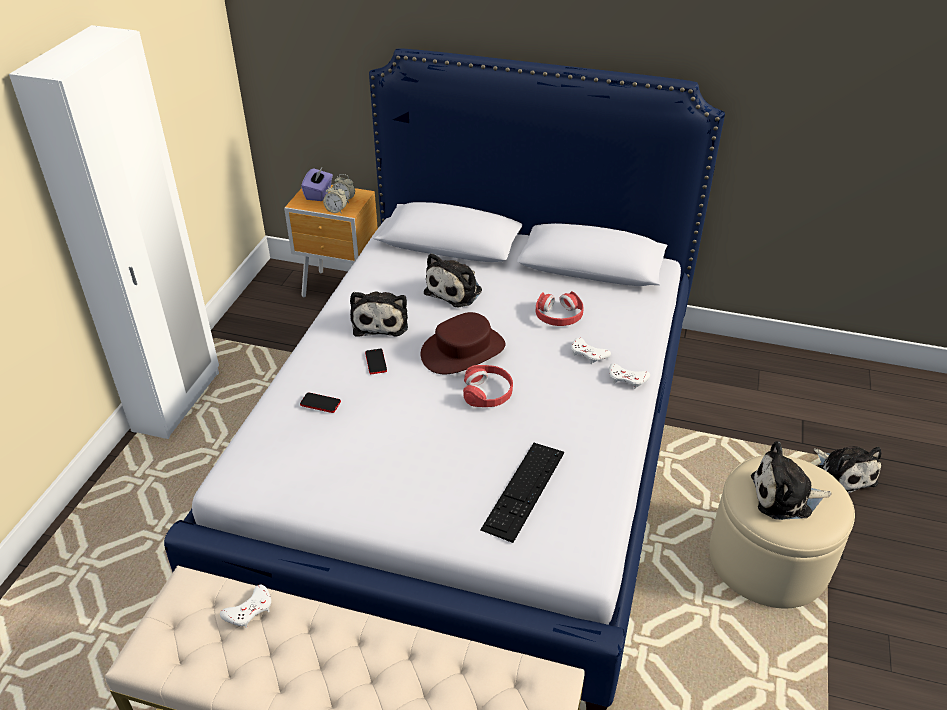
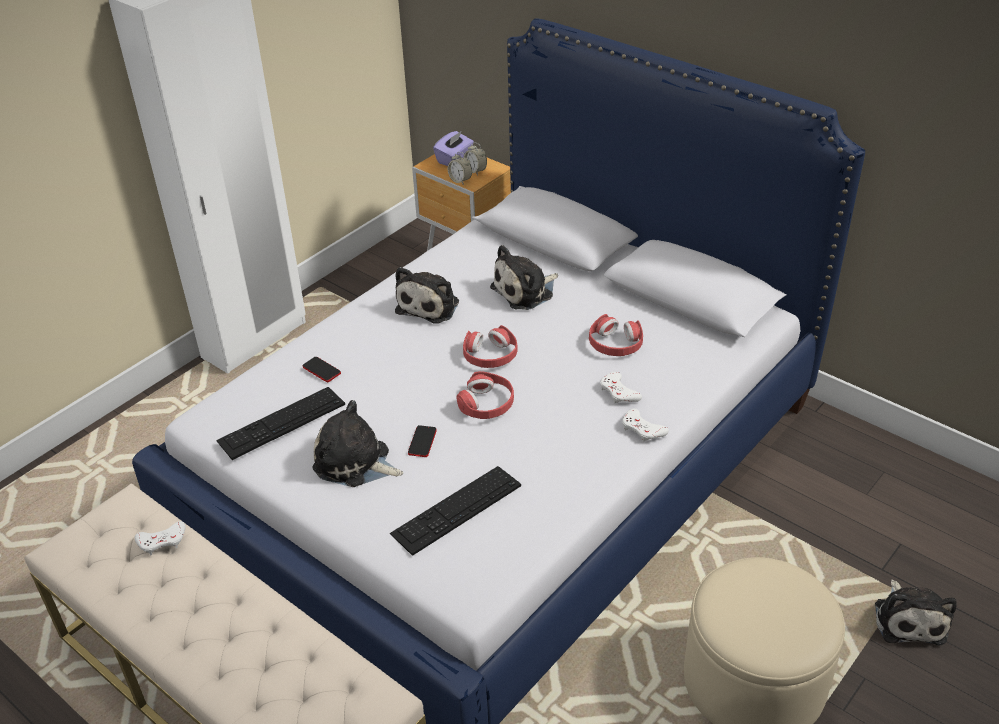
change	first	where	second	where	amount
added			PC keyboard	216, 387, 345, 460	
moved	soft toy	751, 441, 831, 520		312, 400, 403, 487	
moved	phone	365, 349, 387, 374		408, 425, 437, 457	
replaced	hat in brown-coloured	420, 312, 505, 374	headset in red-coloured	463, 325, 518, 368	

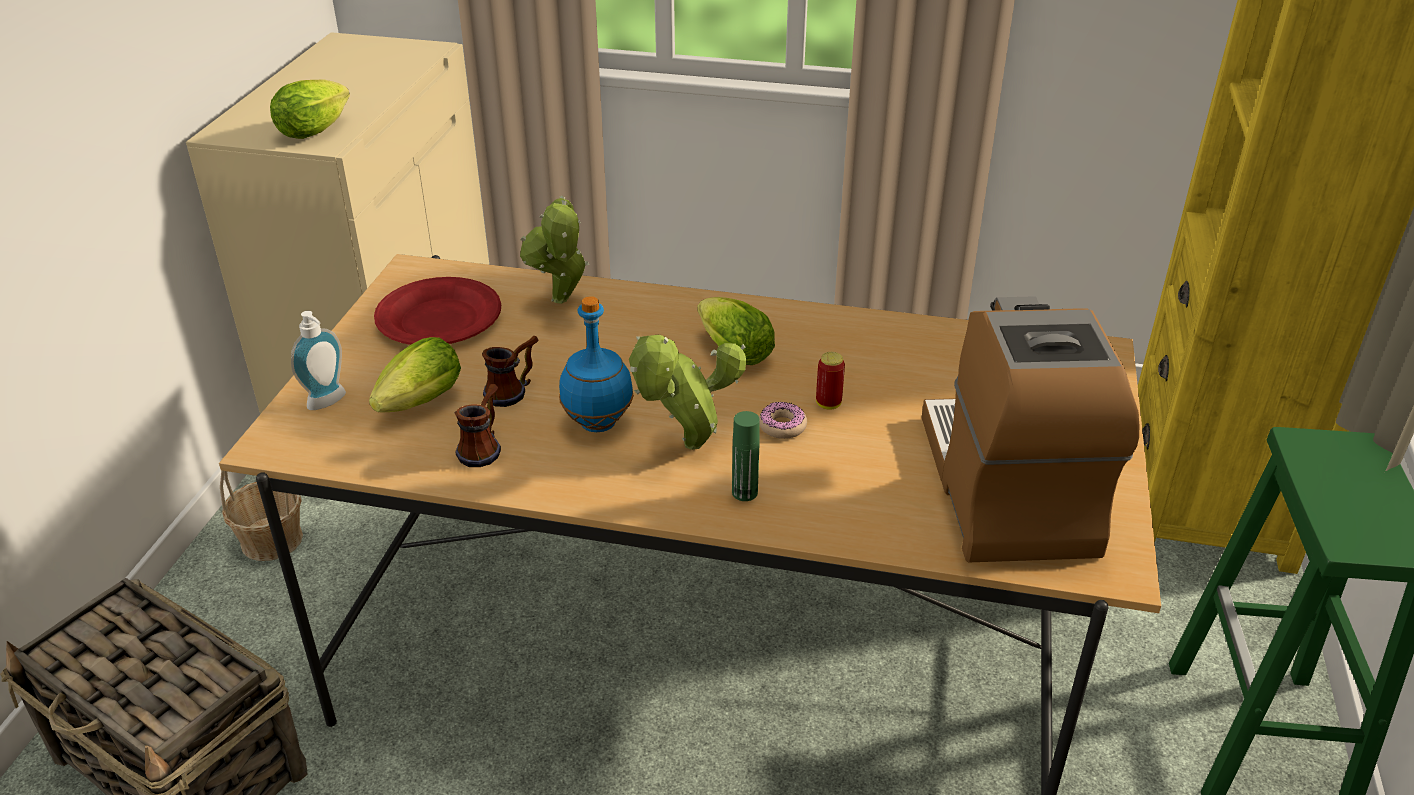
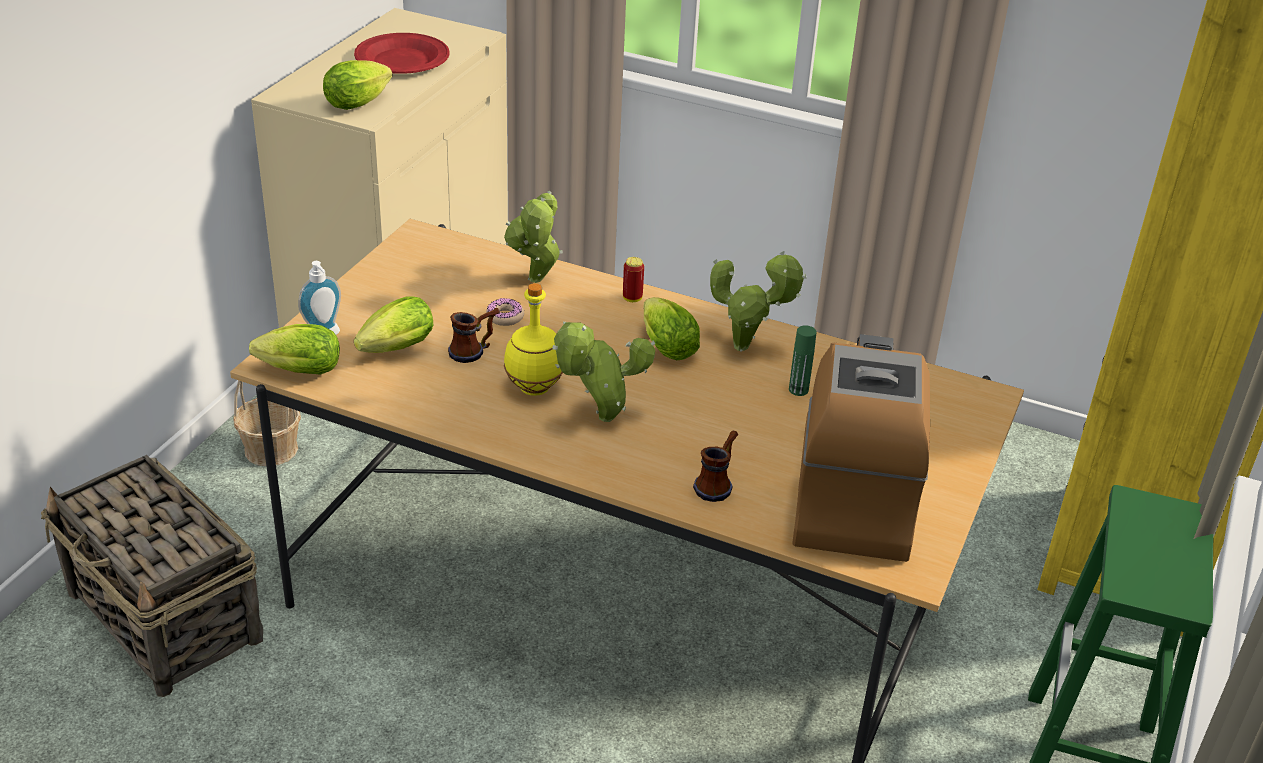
change	first	where	second	where	amount
added			head of lettuce	249, 324, 340, 374	
moved	dinner plate in red-coloured	374, 277, 501, 345		354, 33, 449, 74	
moved	ring doughnut	759, 402, 807, 439		486, 298, 524, 326	
recoloured	beverage bottle in bluish	559, 296, 634, 432	beverage bottle in yellowish	504, 283, 563, 396	
moved	can	816, 352, 845, 410		623, 257, 644, 302	
moved	tea mug	454, 384, 501, 467		693, 431, 738, 502	
added			potted plant	710, 251, 806, 352	
moved	beverage bottle in greenish	732, 411, 760, 501		789, 325, 816, 396	

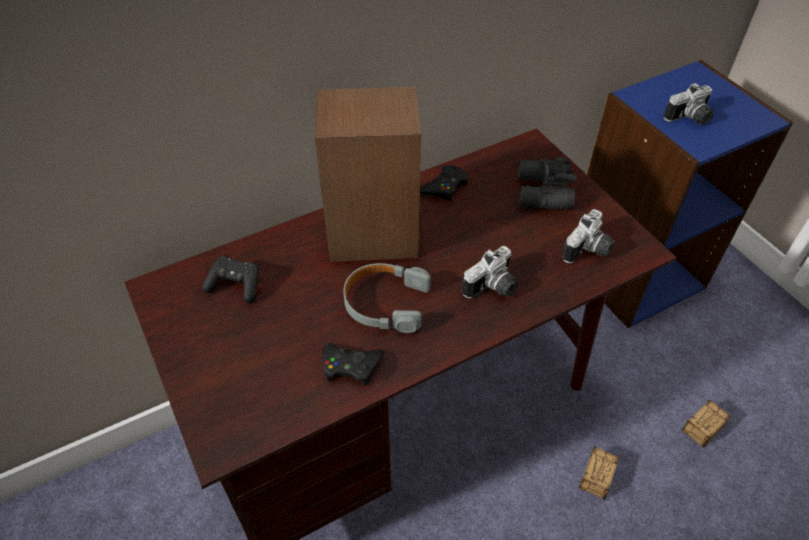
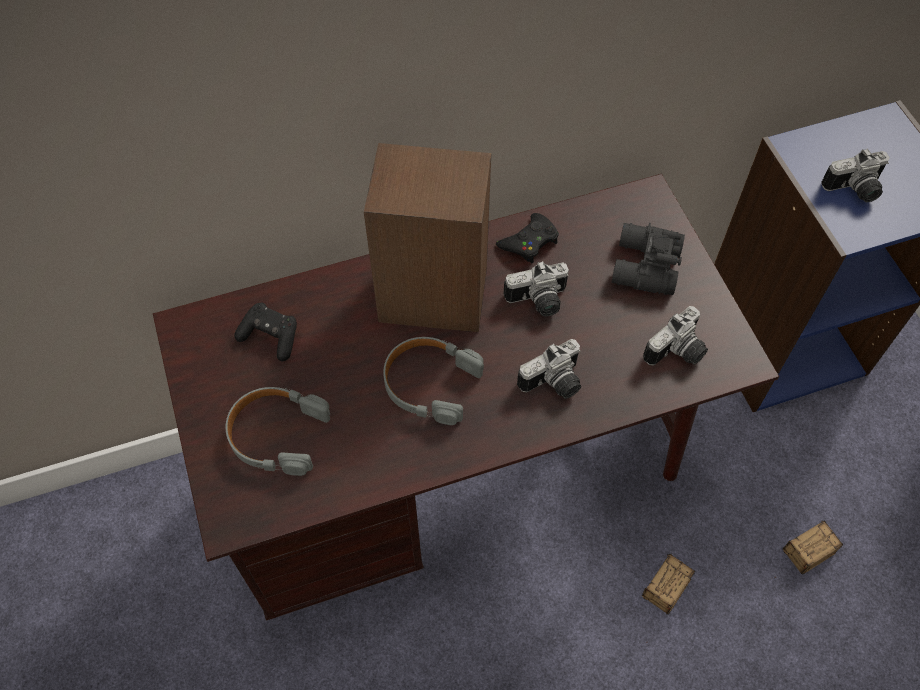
change	first	where	second	where	amount
added			headset in gray	226, 387, 330, 476	
added			still camera	503, 261, 569, 316	
removed	gamepad in black	322, 343, 384, 387			

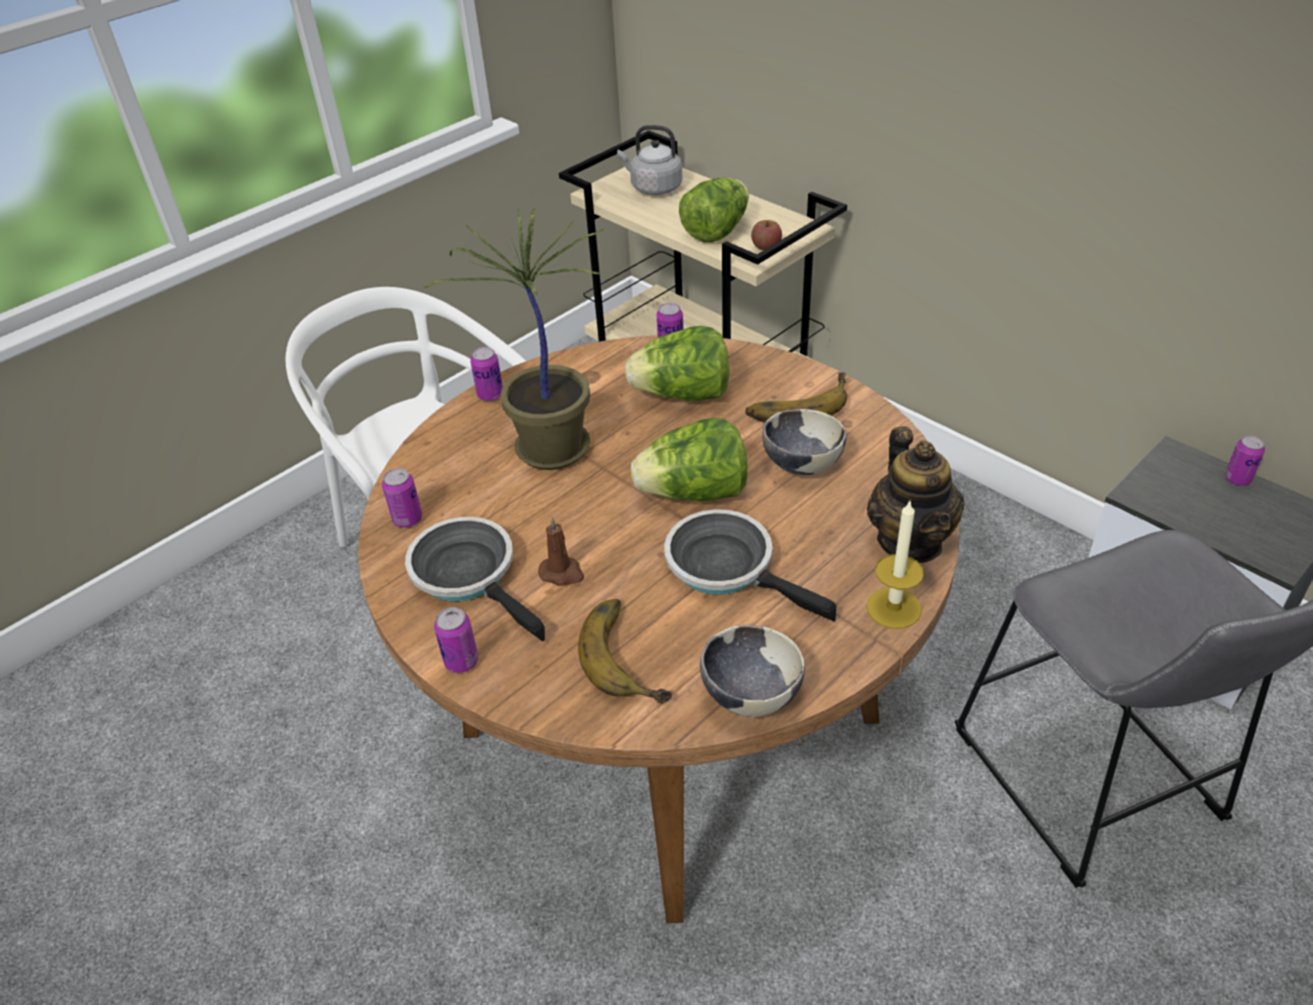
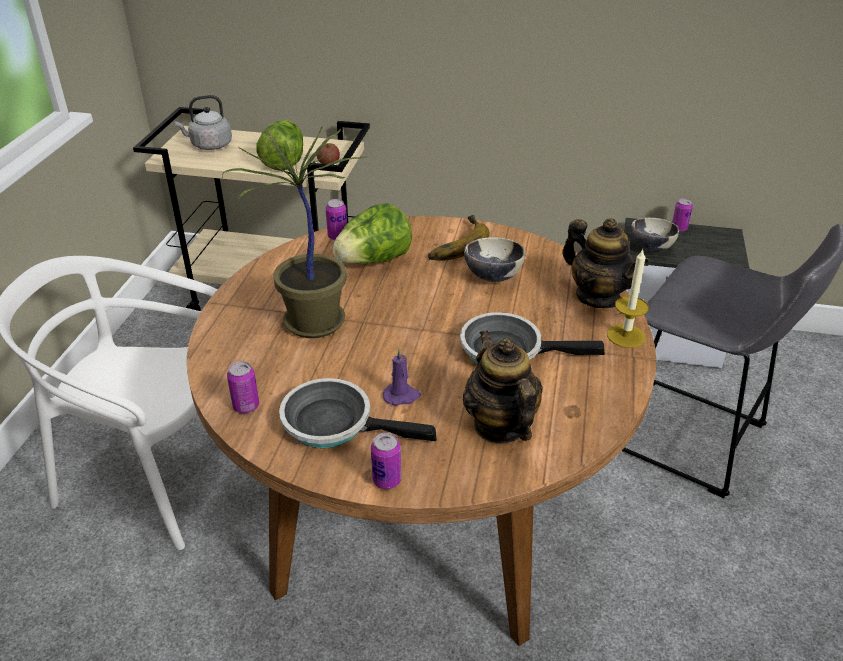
change	first	where	second	where	amount
recoloured	wax candle in brown-coloured	538, 517, 584, 586	wax candle in purplish	383, 348, 421, 406	
replaced	whole banana	578, 599, 672, 703	tea pot	463, 330, 543, 444	
moved	bowl	700, 625, 805, 717		631, 217, 679, 252	
removed	can	470, 347, 503, 401			
removed	head of lettuce	631, 418, 748, 502			

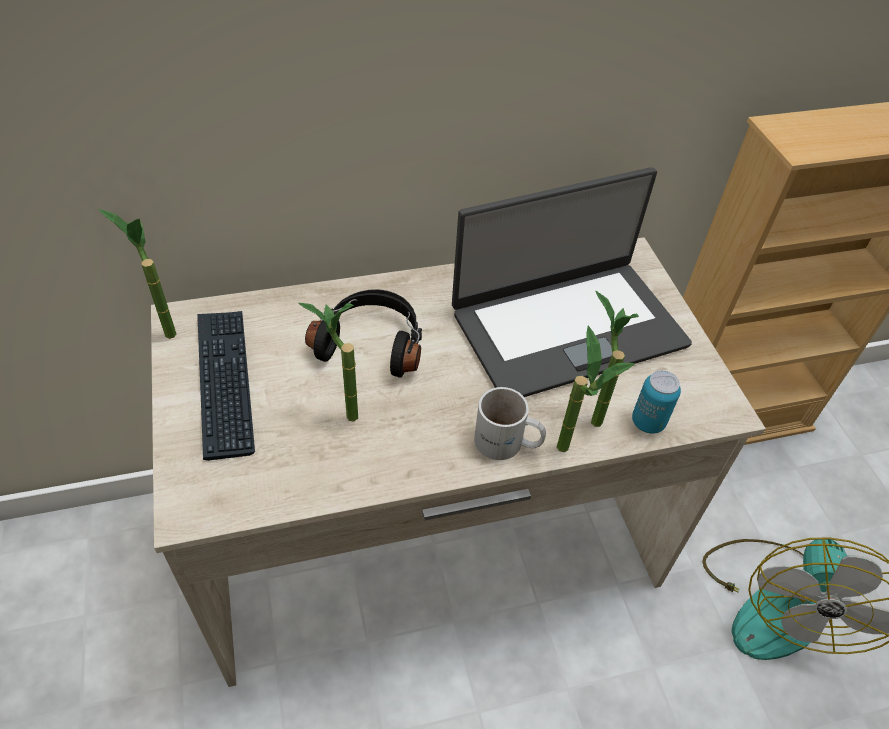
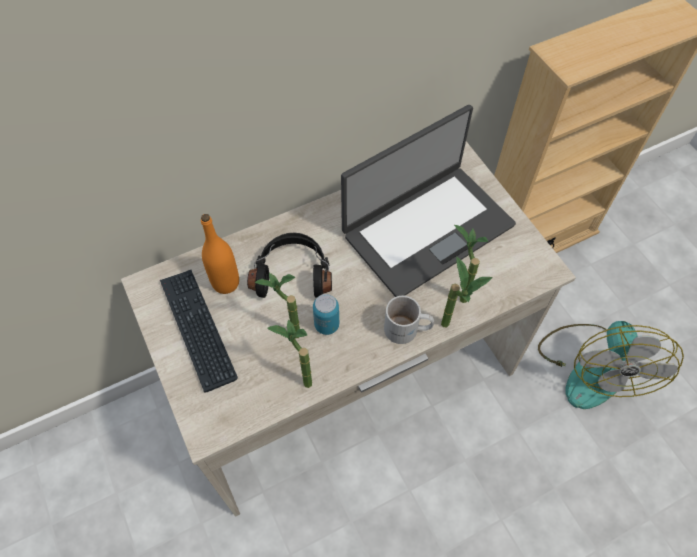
change	first	where	second	where	amount
added			beverage bottle in orange-coloured	201, 214, 239, 294	
moved	potted plant	98, 209, 176, 339		267, 319, 312, 388	
moved	can	632, 370, 681, 434		313, 294, 339, 335	

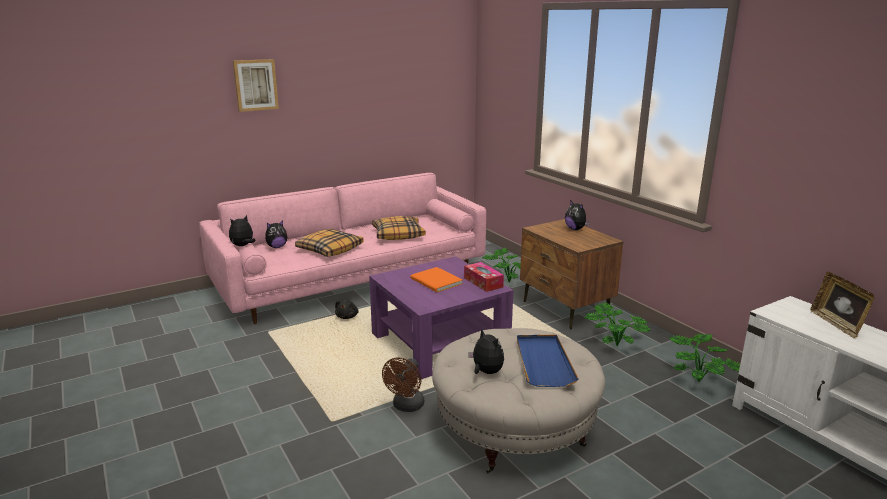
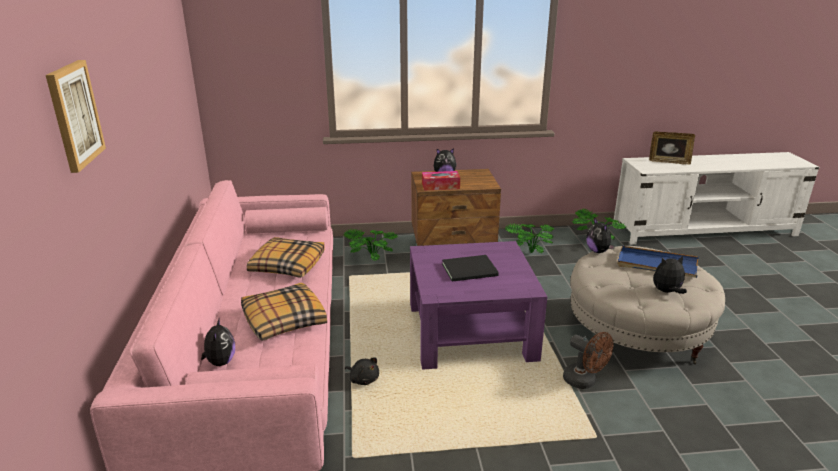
change	first	where	second	where	amount
moved	tissue holder	464, 262, 504, 292		422, 171, 460, 191	
recoloured	volume in orange-coloured	411, 267, 463, 292	volume in black	442, 255, 499, 281	
moved	soft toy	229, 215, 256, 246		586, 217, 615, 253	

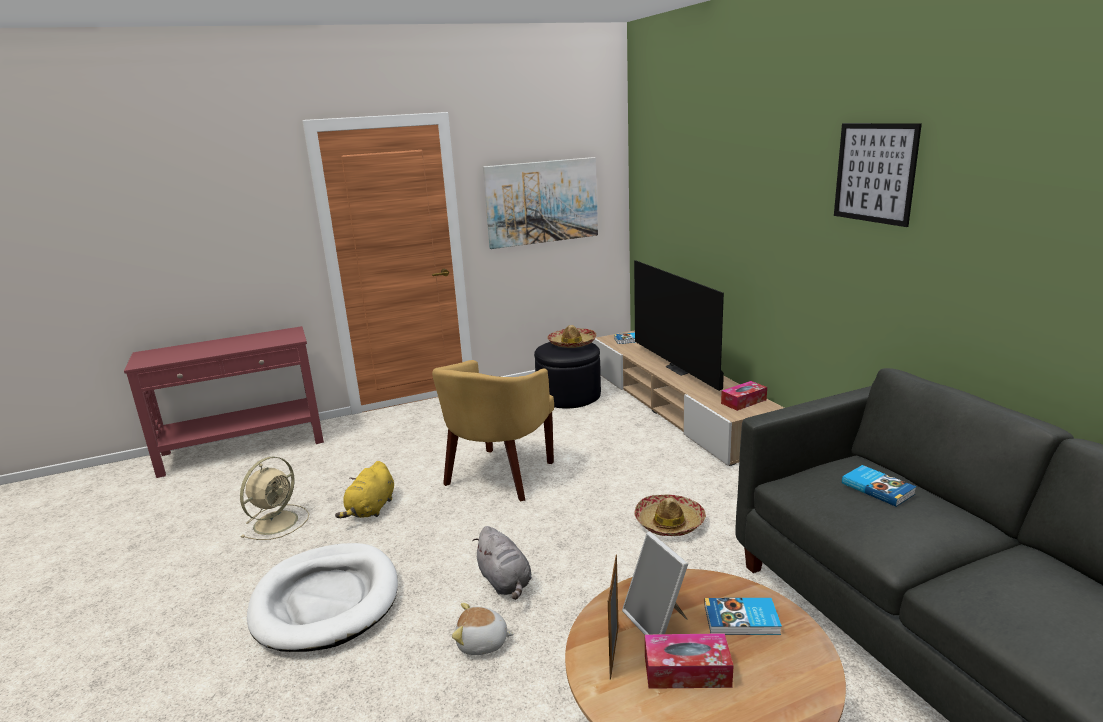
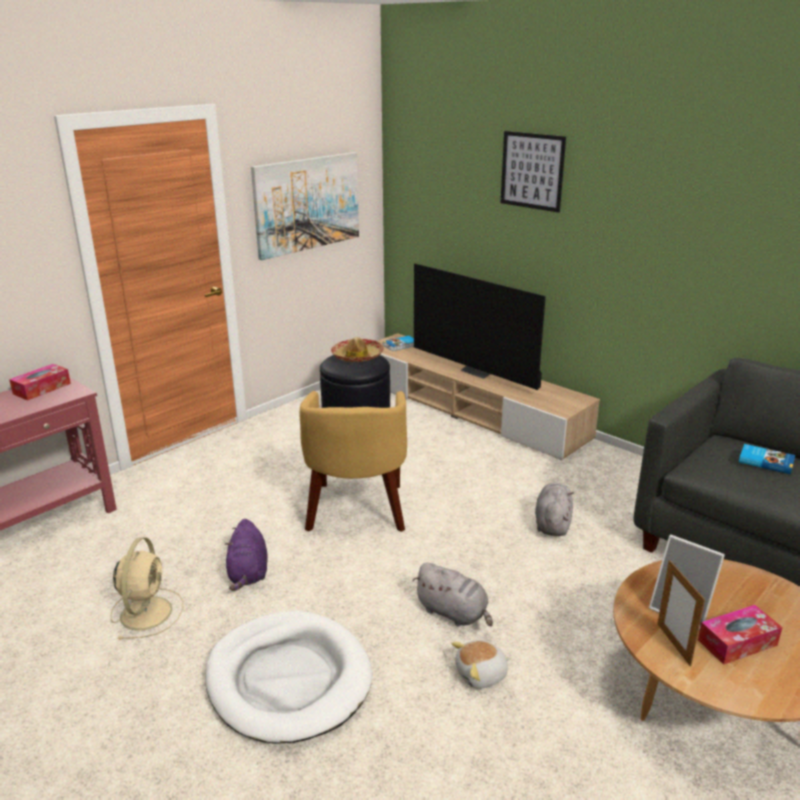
change	first	where	second	where	amount
moved	tissue holder	721, 381, 767, 411		9, 364, 71, 400	
recoloured	soft toy in yellowish	335, 461, 394, 518	soft toy in purplish	225, 519, 268, 591	
moved	wall picture	834, 123, 922, 227		501, 131, 566, 213	
replaced	hat	634, 495, 706, 536	soft toy in gray	535, 483, 574, 536	
removed	volume	704, 598, 782, 635			

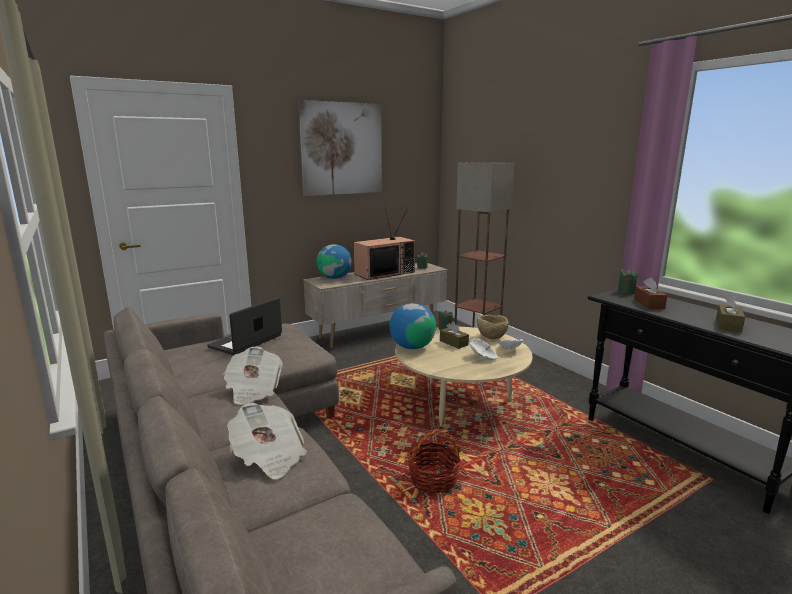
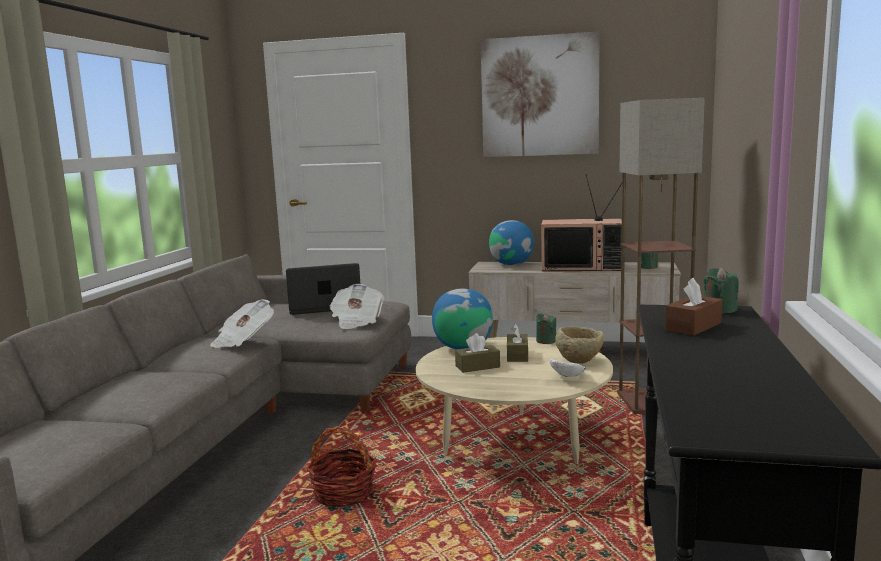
change	first	where	second	where	amount
moved	printed paper	227, 403, 307, 479		329, 284, 384, 329	
moved	tissue holder in brown-coloured	716, 295, 745, 332		455, 333, 500, 373	
removed	bowl in whitish	469, 339, 498, 361			

